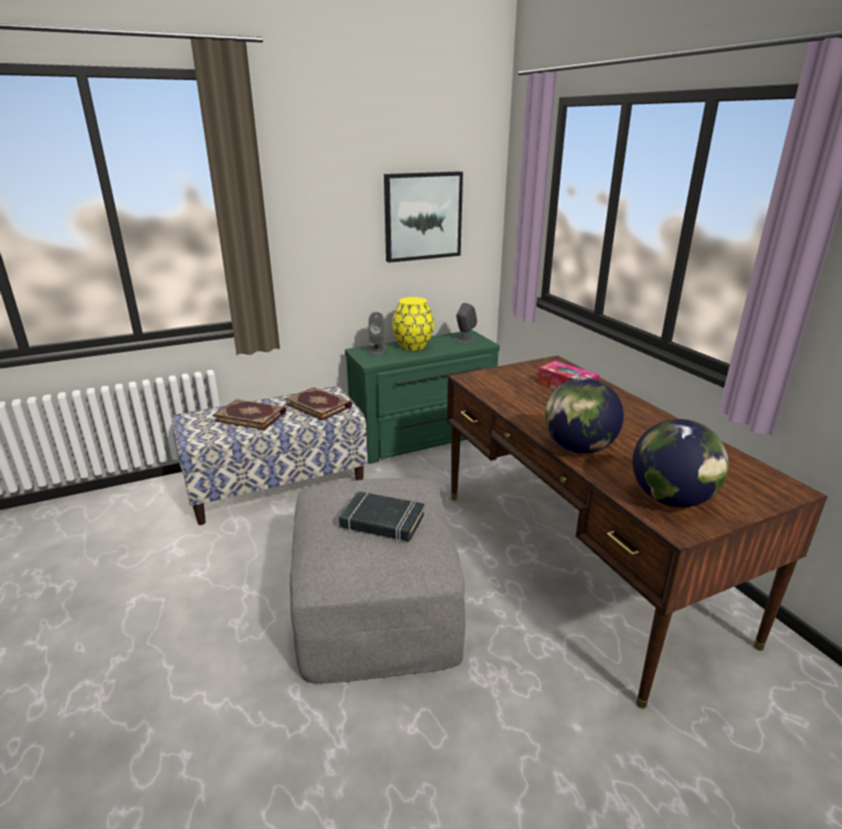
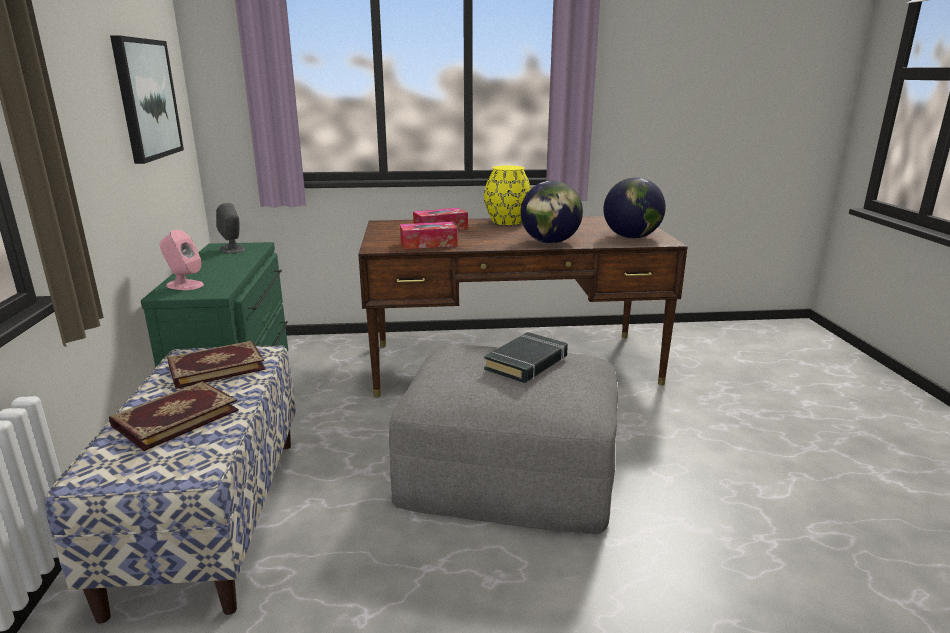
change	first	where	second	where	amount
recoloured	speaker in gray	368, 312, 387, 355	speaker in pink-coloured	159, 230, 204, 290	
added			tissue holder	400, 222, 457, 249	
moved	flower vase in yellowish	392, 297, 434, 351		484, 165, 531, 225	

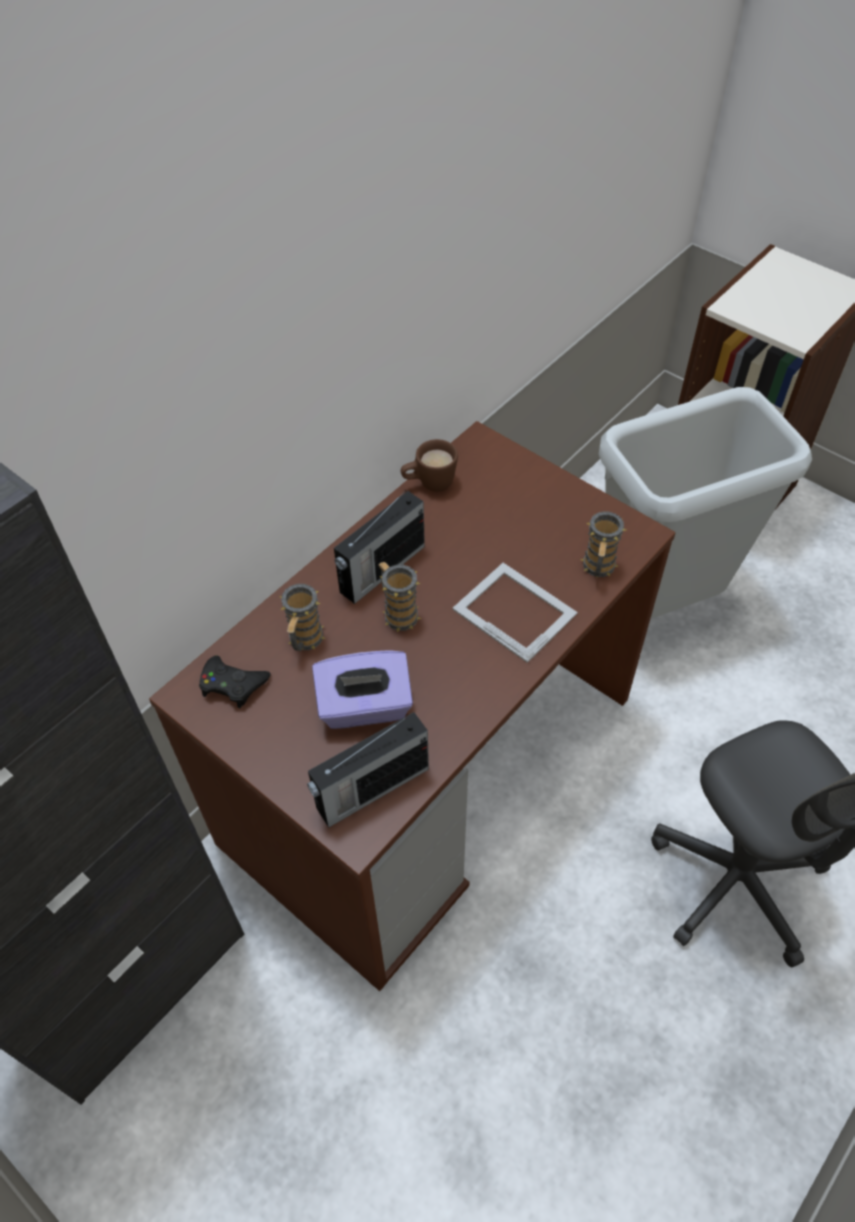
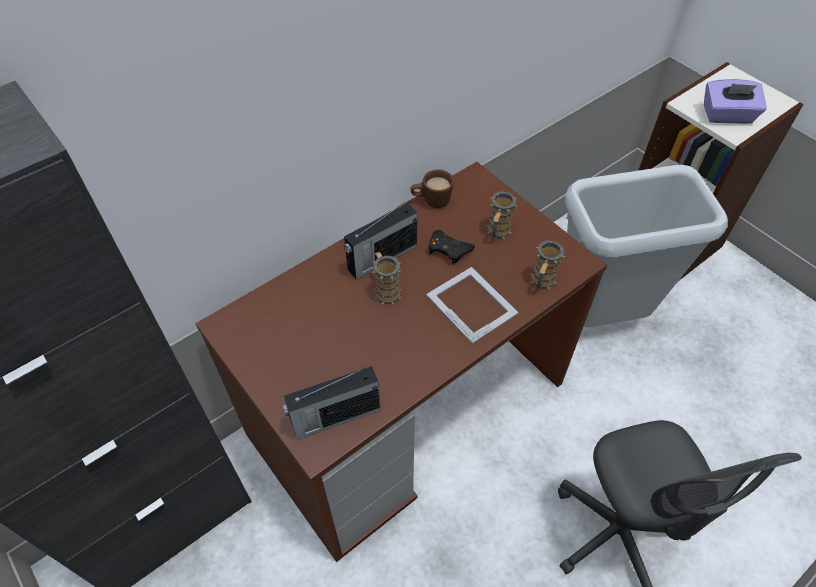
change	first	where	second	where	amount
moved	gamepad in black	199, 655, 270, 708		429, 230, 475, 265	
moved	tea mug	280, 584, 325, 651		486, 191, 517, 239	
moved	tissue holder in purplish	312, 650, 413, 729		704, 79, 767, 124	

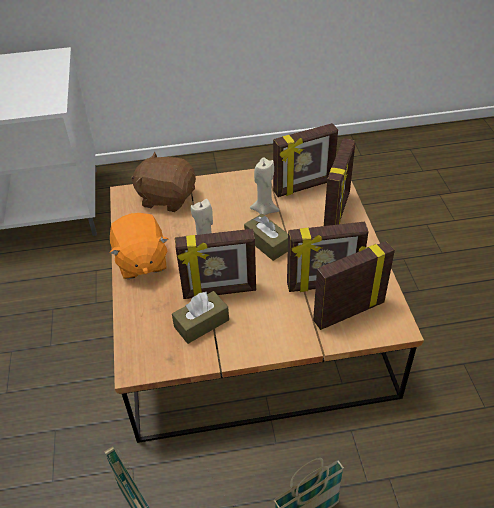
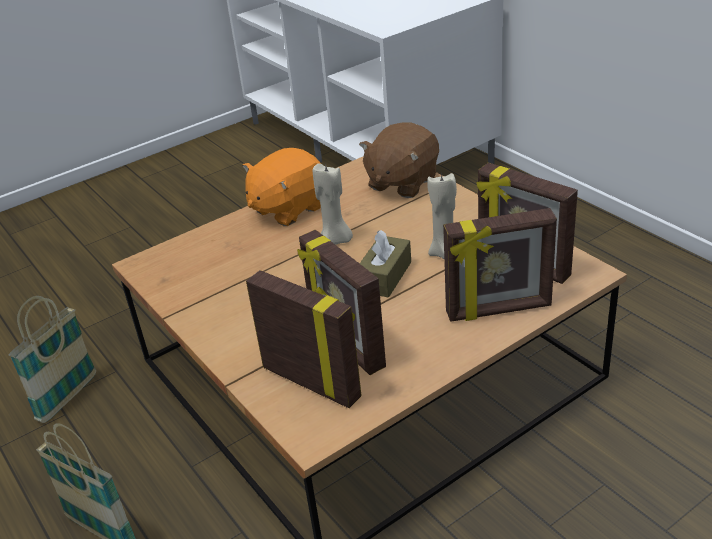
change	first	where	second	where	amount
turned	soft toy in brown-coloured	131, 152, 196, 212		359, 122, 439, 198	135 degrees counterclockwise
removed	tissue holder in brown-coloured	172, 291, 229, 344			
removed	photo frame	175, 229, 256, 299			

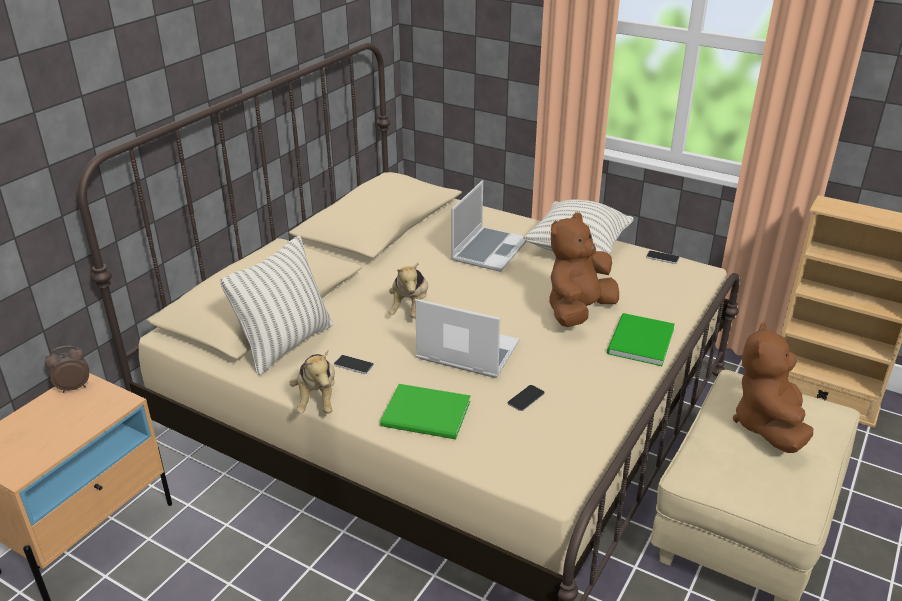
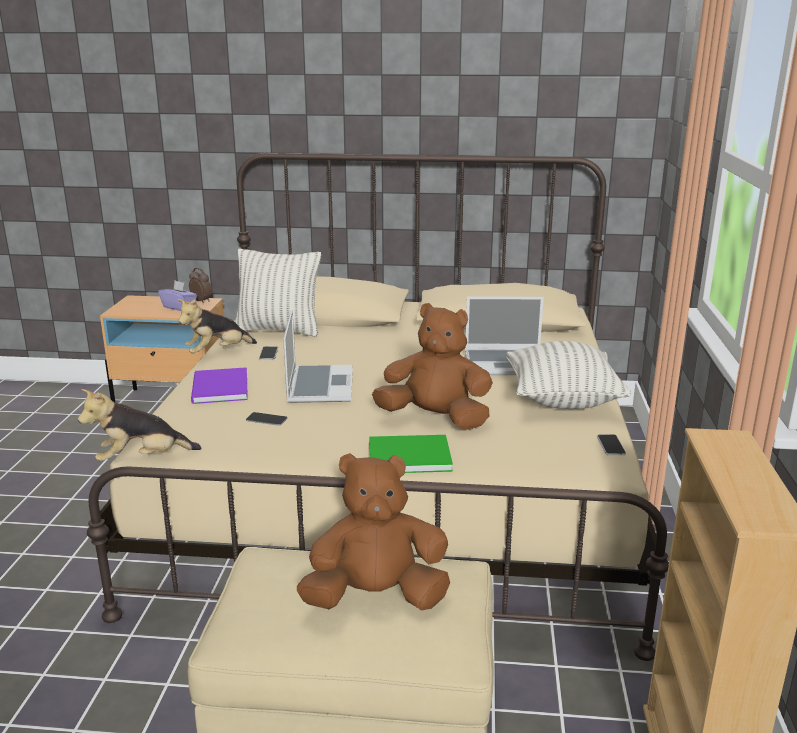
change	first	where	second	where	amount
moved	soft toy	389, 262, 428, 318		78, 389, 202, 461	
added			tissue holder in purplish	158, 281, 197, 311	
recoloured	volume in greenish	380, 384, 470, 439	volume in purplish	191, 367, 248, 404	

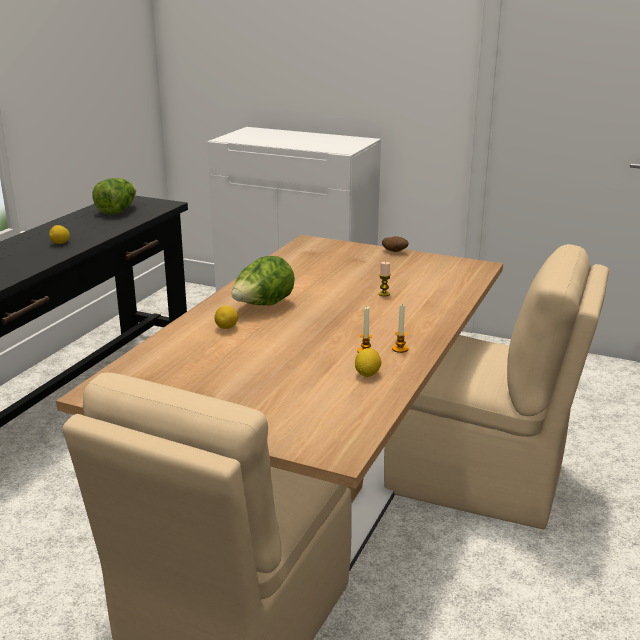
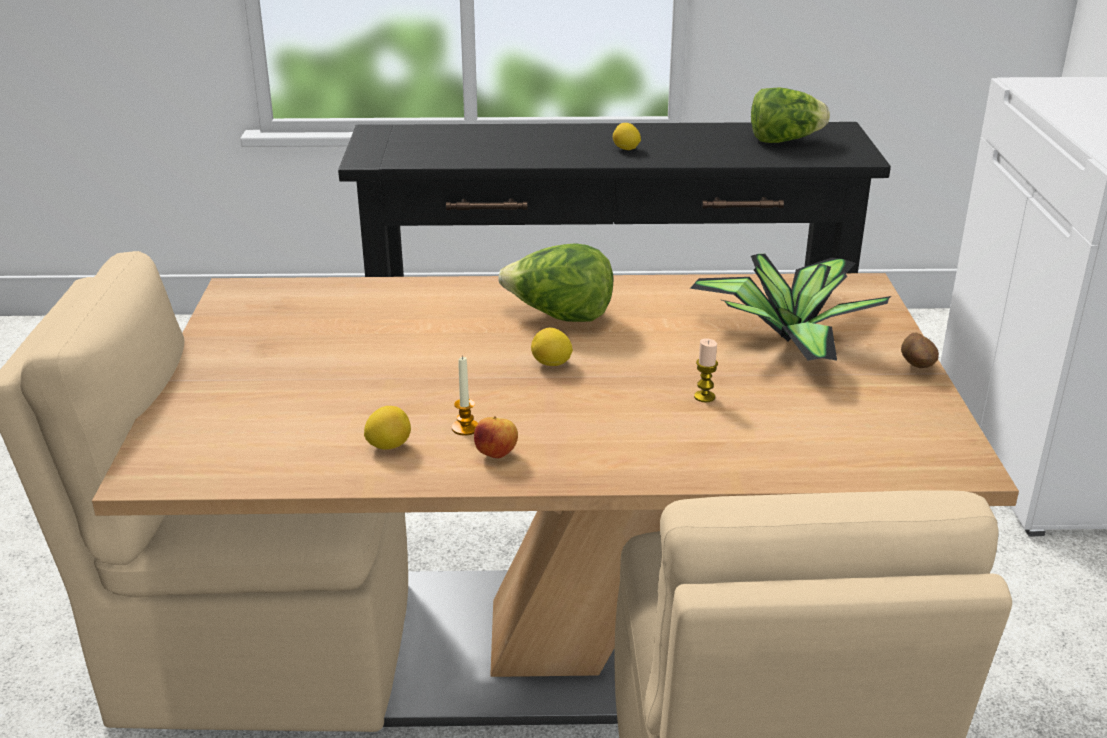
change	first	where	second	where	amount
replaced	wax candle	392, 305, 409, 353	whole apple	474, 416, 518, 459	
moved	lemon	214, 306, 238, 329		531, 328, 573, 366	
added			potted plant	689, 254, 891, 360	

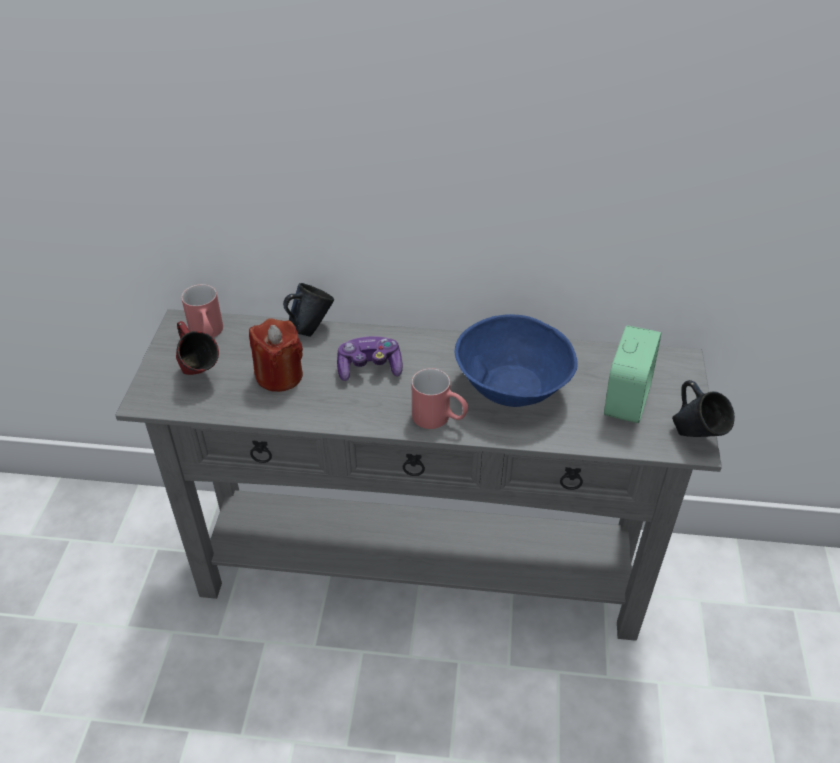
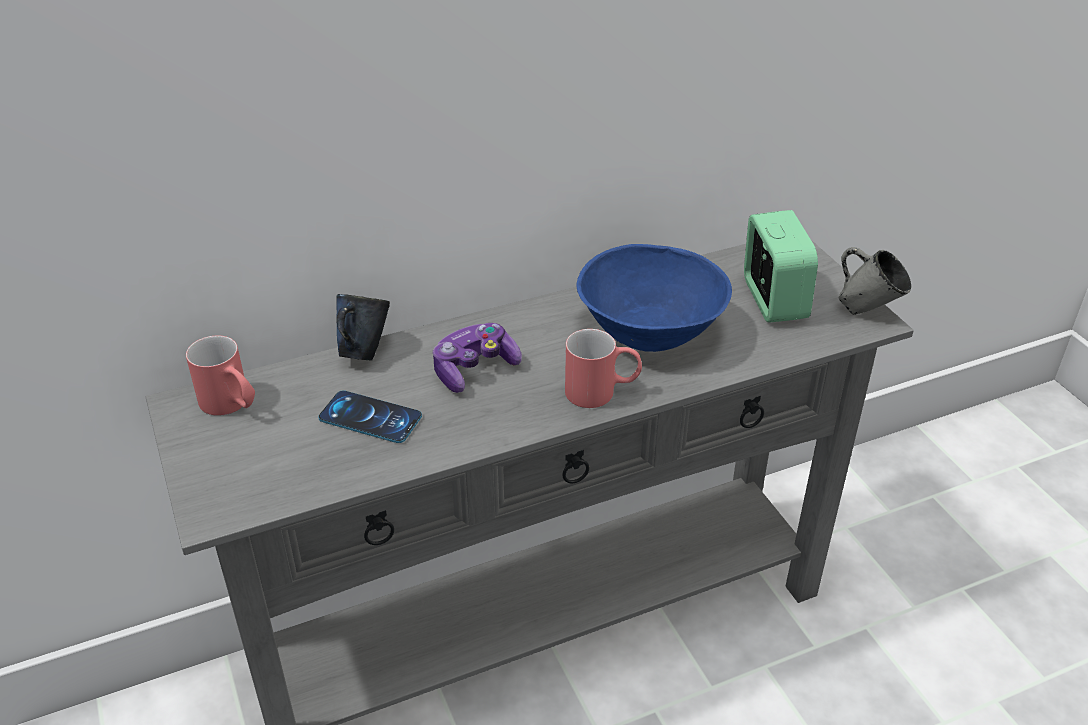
change	first	where	second	where	amount
replaced	wax candle in red-coloured	249, 318, 303, 392	phone	318, 391, 422, 443	
recoloured	tea mug in bluish	672, 380, 735, 437	tea mug in gray	839, 247, 911, 315	
removed	tea mug in red-coloured	176, 321, 219, 375			

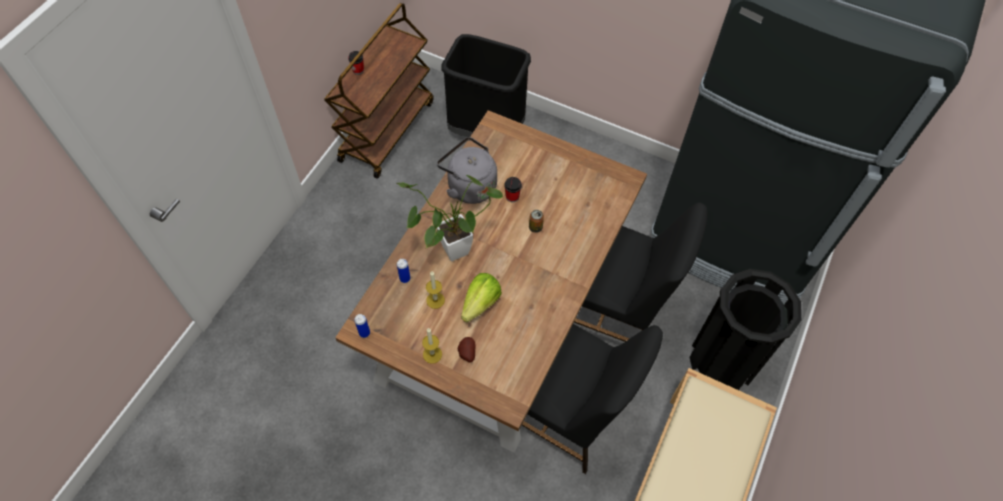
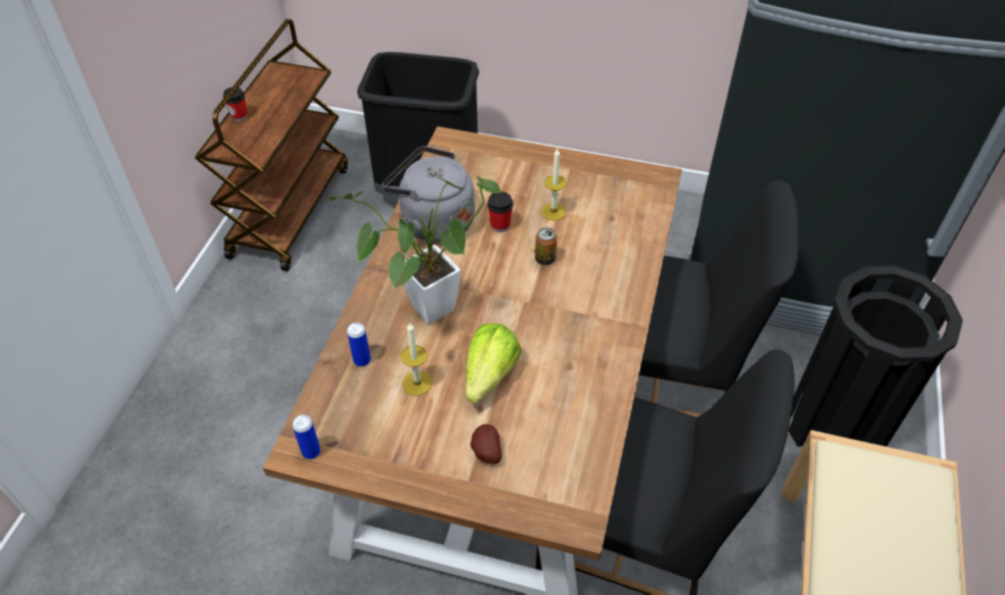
change	first	where	second	where	amount
moved	wax candle	422, 328, 442, 364		541, 148, 566, 220	

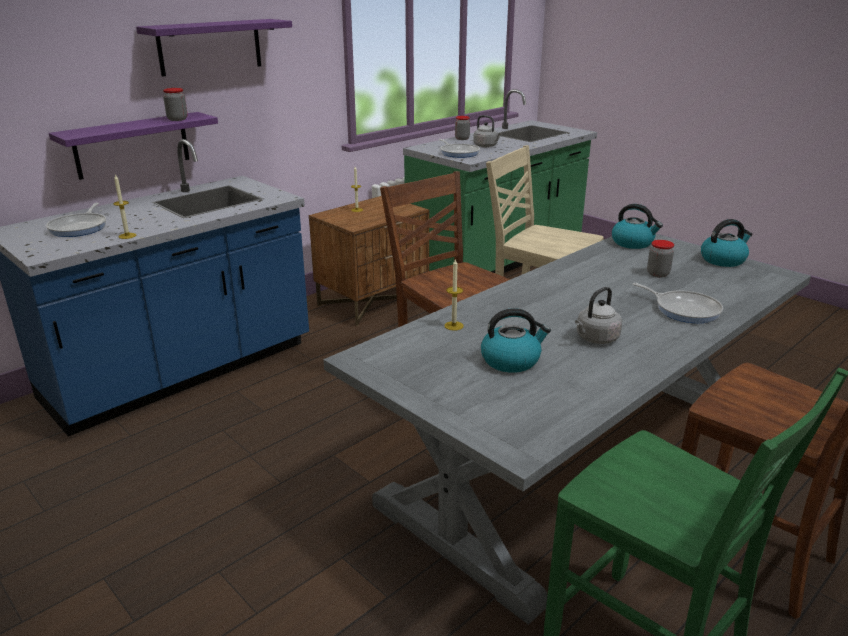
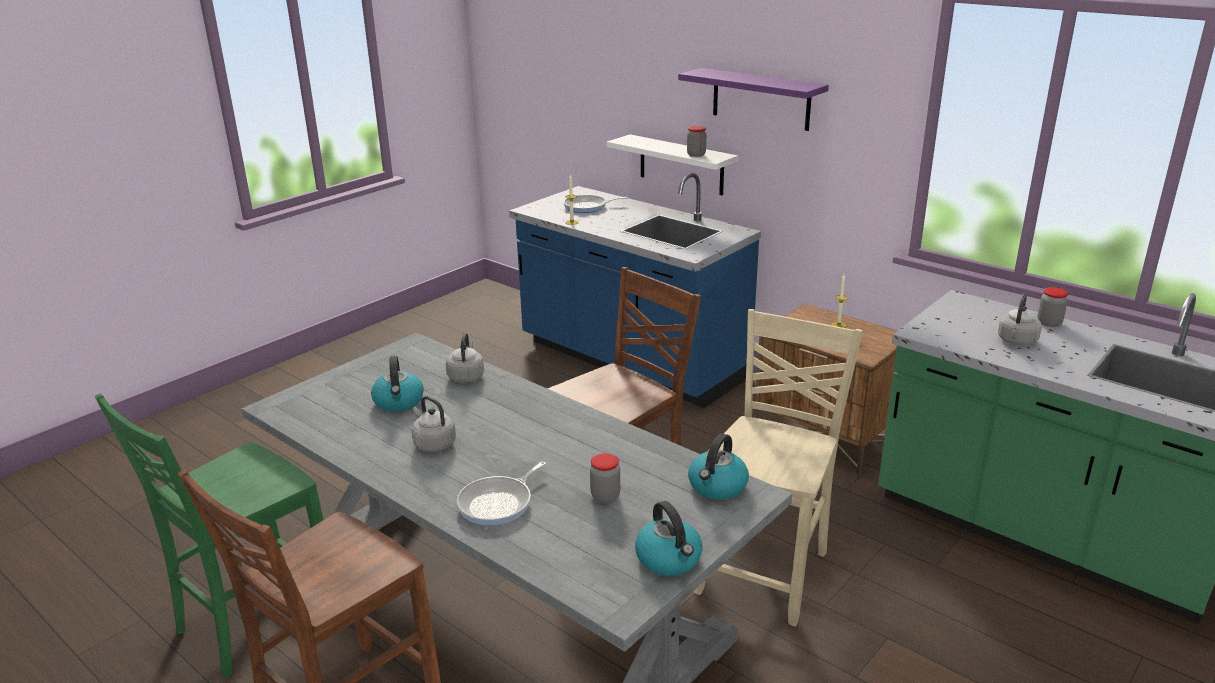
change	first	where	second	where	amount
replaced	wax candle	444, 258, 464, 331	kettle in gray	446, 333, 484, 383	
recoloured	shelf in purplish	49, 112, 218, 180	shelf in whitish	607, 134, 738, 195	
removed	skillet	439, 139, 480, 158			

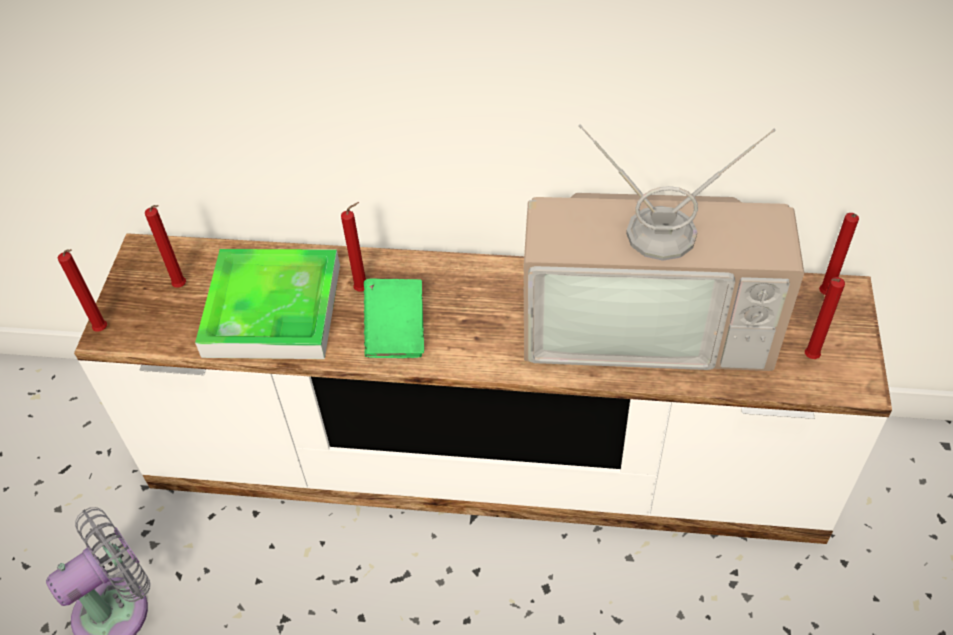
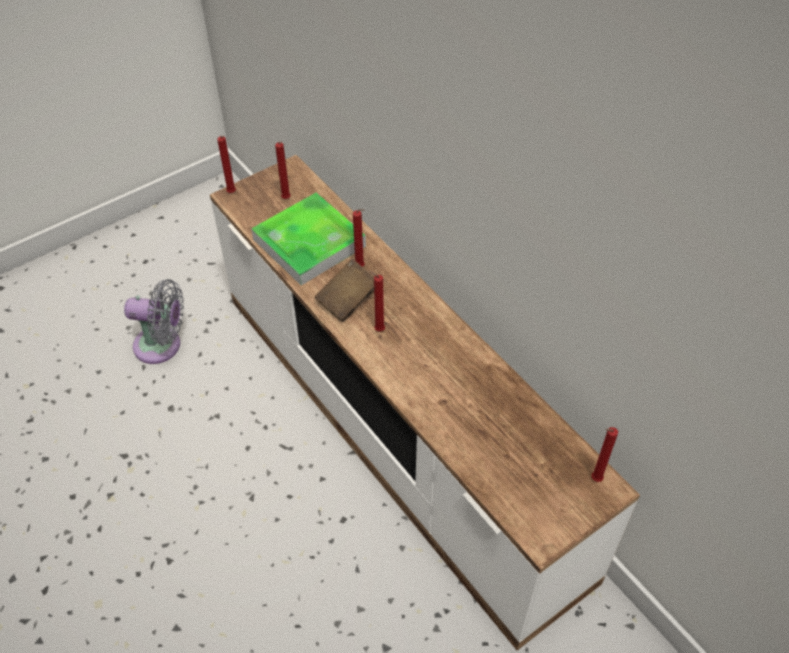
change	first	where	second	where	amount
recoloured	volume in greenish	364, 278, 424, 358	volume in brown-coloured	315, 259, 374, 322	
moved	wax candle in red-coloured	805, 277, 845, 359		369, 271, 385, 332	
removed	TV set	524, 124, 804, 371			

